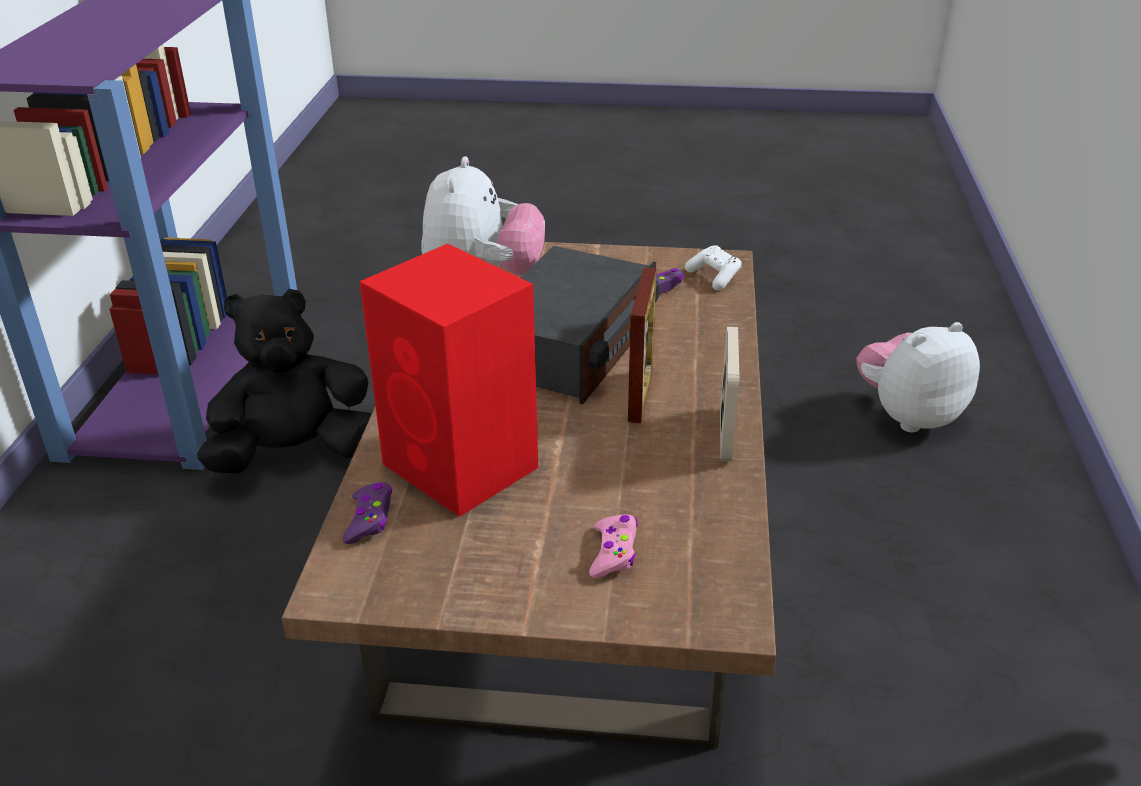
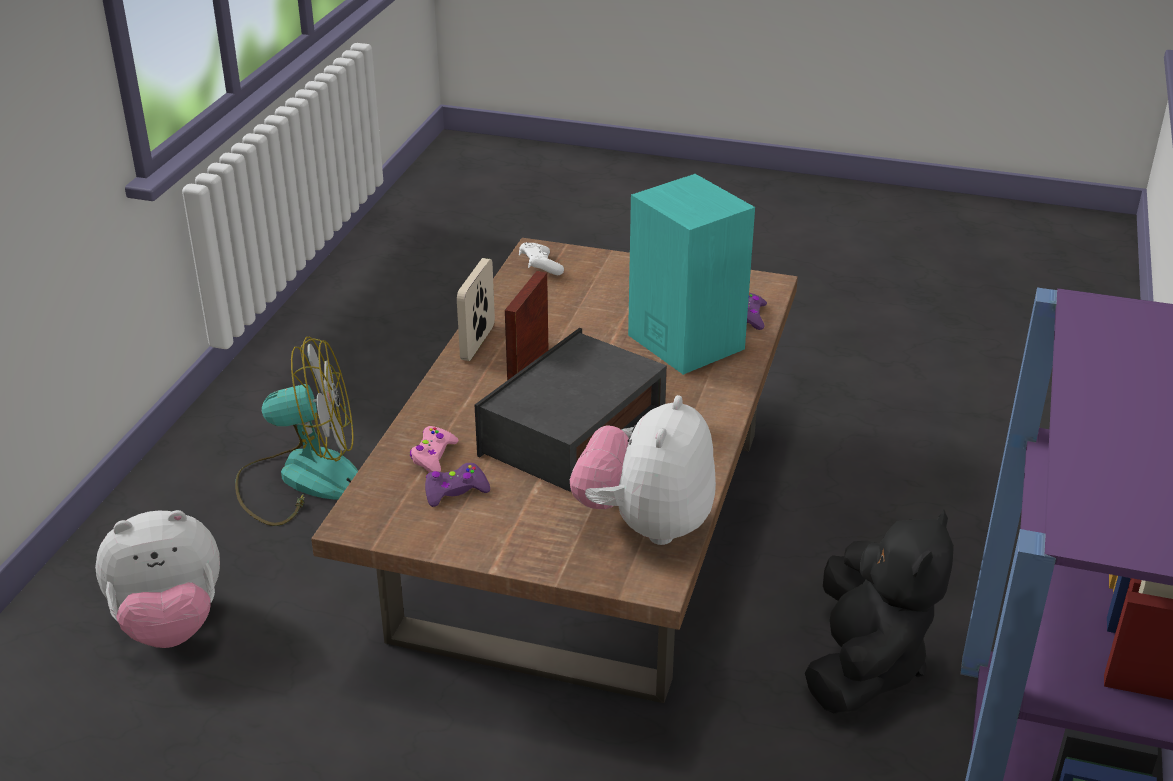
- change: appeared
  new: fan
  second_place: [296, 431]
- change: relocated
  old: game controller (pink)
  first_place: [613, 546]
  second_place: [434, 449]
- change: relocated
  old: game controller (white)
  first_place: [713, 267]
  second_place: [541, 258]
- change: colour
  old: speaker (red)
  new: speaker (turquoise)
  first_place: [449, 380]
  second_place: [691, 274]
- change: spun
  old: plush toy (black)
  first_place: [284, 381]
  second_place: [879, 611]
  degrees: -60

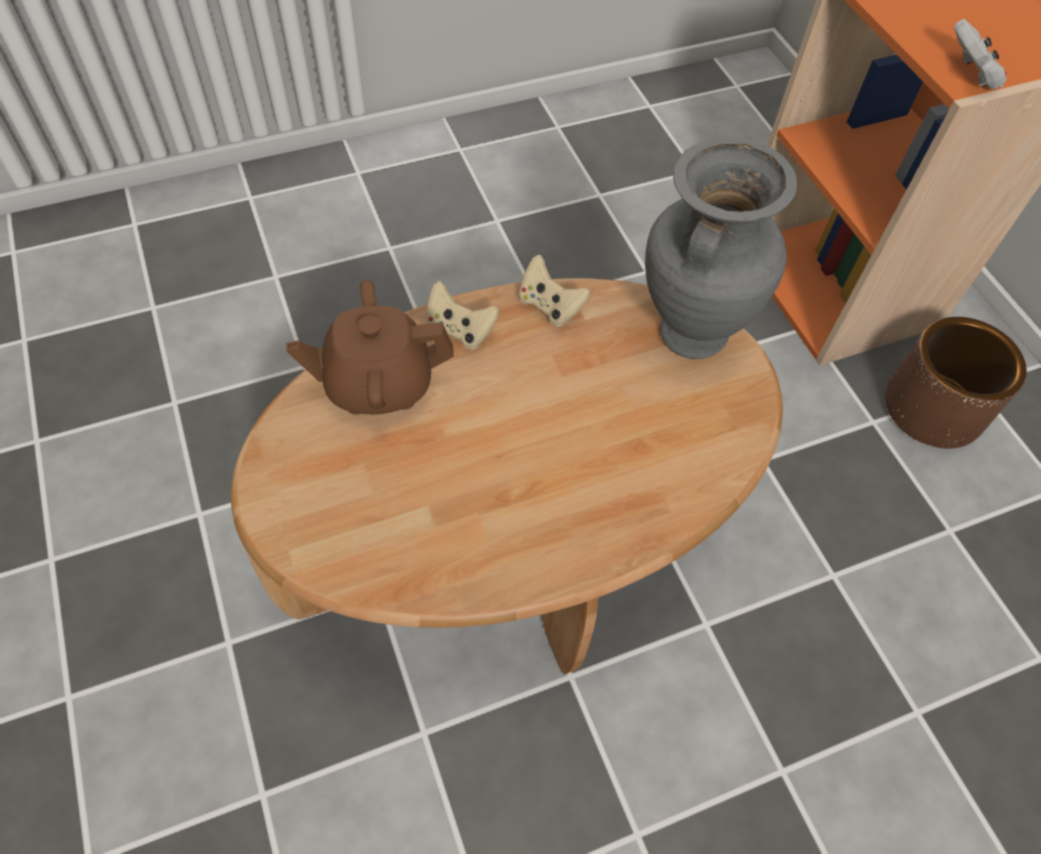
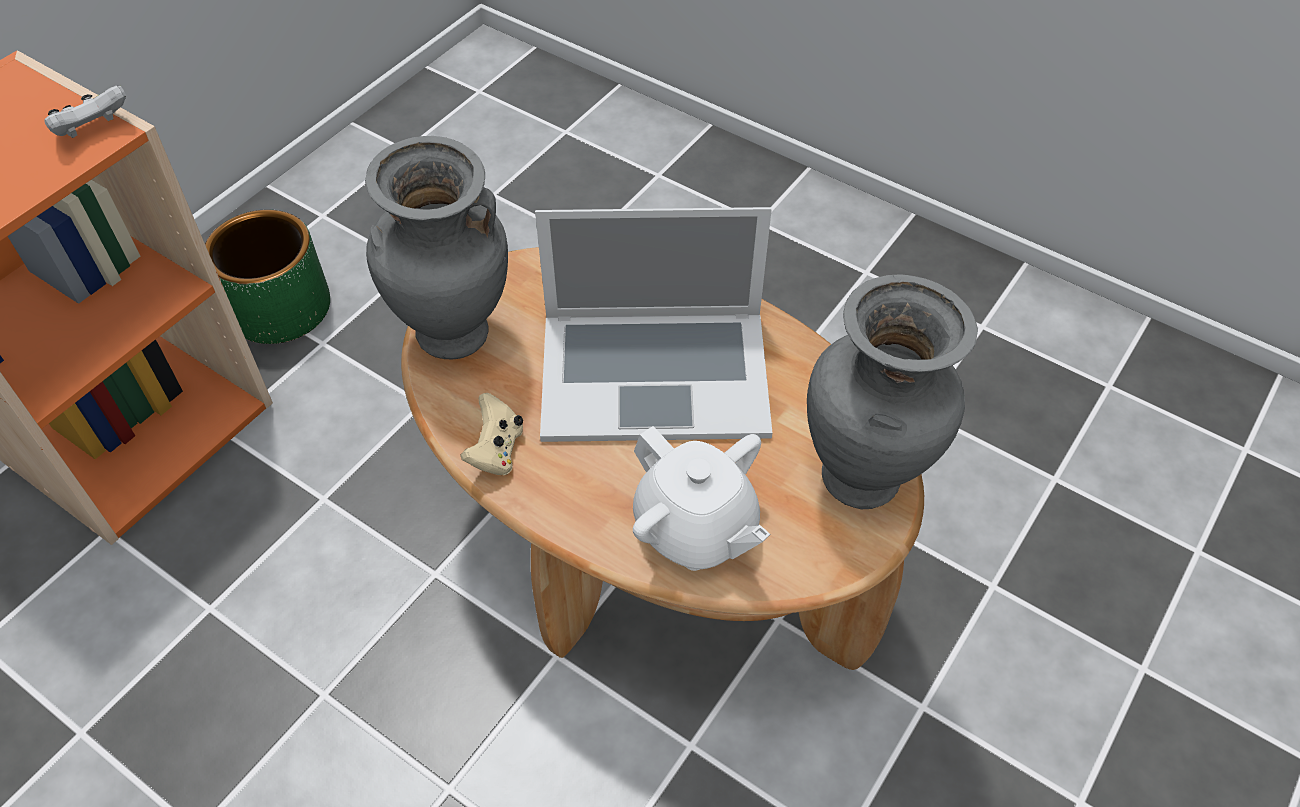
- change: missing
  old: game controller (beige)
  first_place: [463, 315]
- change: appeared
  new: laptop
  second_place: [653, 324]
- change: appeared
  new: vase (grey)
  second_place: [892, 391]
- change: colour
  old: teapot (brown)
  new: teapot (white)
  first_place: [370, 347]
  second_place: [701, 498]
- change: colour
  old: planter (brown)
  new: planter (green)
  first_place: [956, 383]
  second_place: [267, 276]

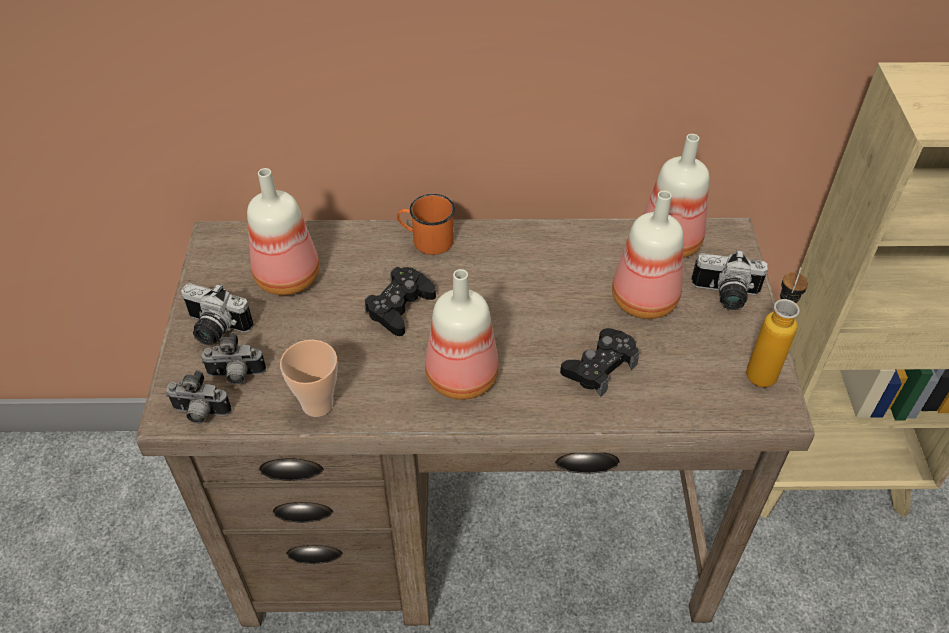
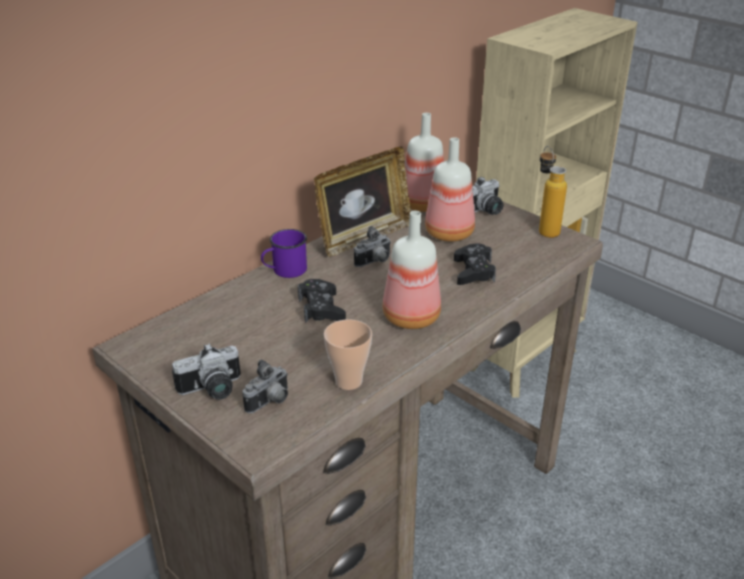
- change: missing
  old: bottle
  first_place: [283, 231]
- change: appeared
  new: picture frame
  second_place: [362, 202]
- change: relocated
  old: photo camera
  first_place: [199, 396]
  second_place: [372, 246]
- change: colour
  old: mug (orange)
  new: mug (purple)
  first_place: [426, 224]
  second_place: [284, 253]

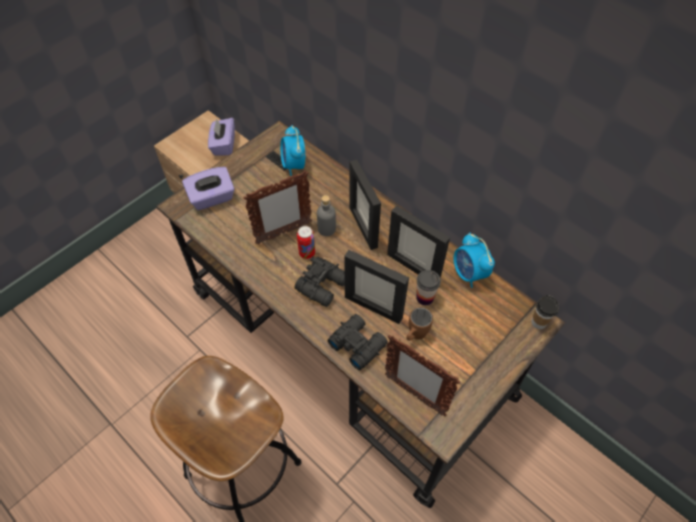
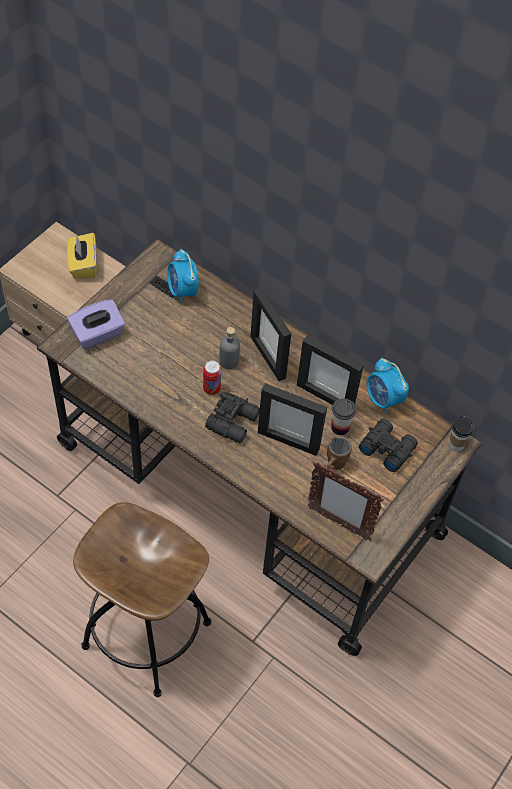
- change: missing
  old: picture frame
  first_place: [277, 207]
- change: relocated
  old: binoculars (black)
  first_place: [357, 342]
  second_place: [388, 445]
- change: colour
  old: tissue box (purple)
  new: tissue box (yellow)
  first_place: [221, 136]
  second_place: [82, 256]

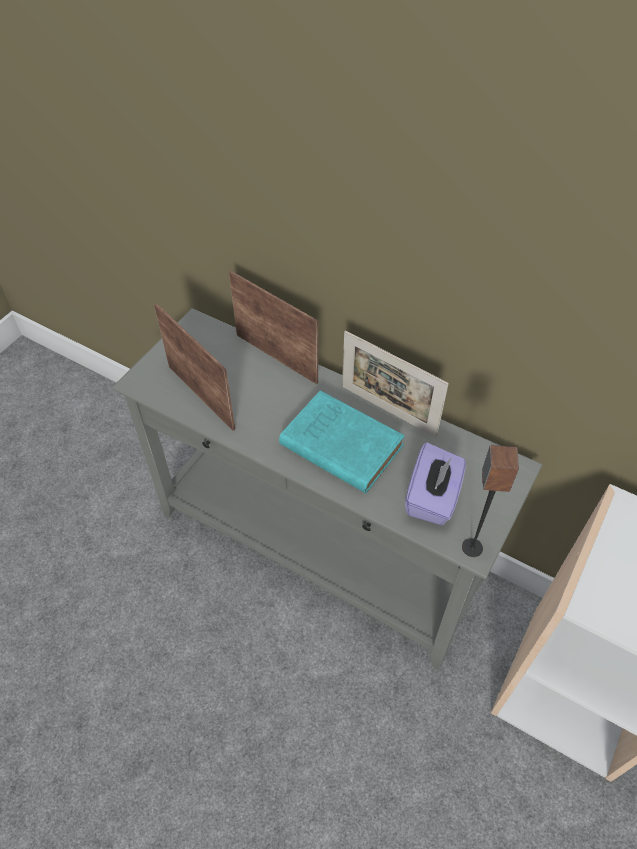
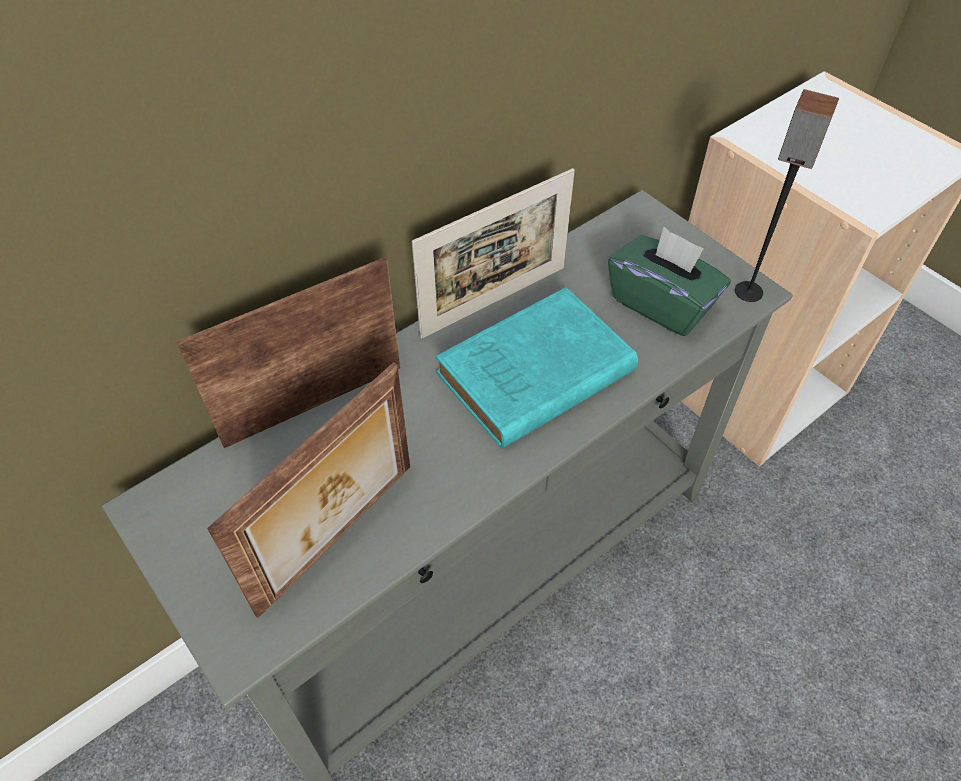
- change: colour
  old: tissue box (purple)
  new: tissue box (green)
  first_place: [435, 483]
  second_place: [669, 281]
- change: spun
  old: picture frame
  first_place: [194, 367]
  second_place: [308, 490]
  degrees: 150

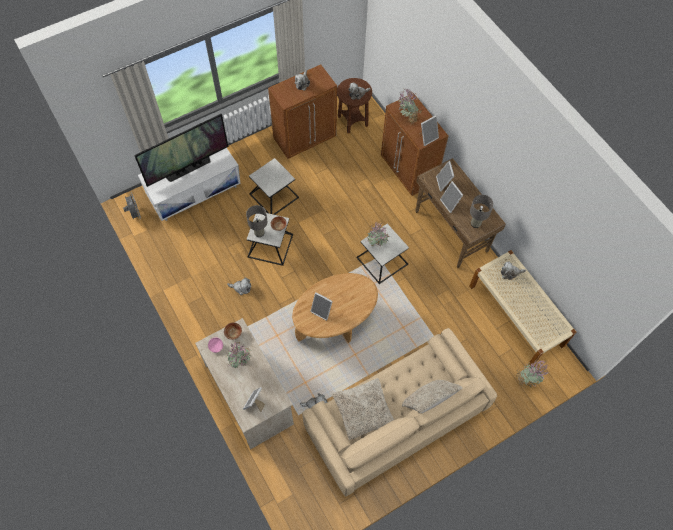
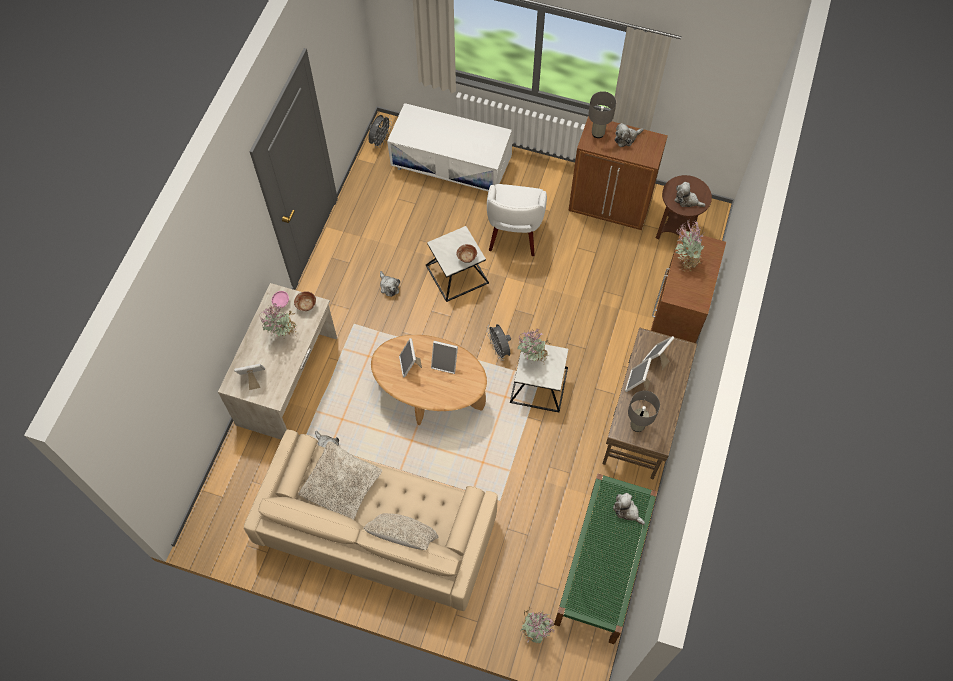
- change: missing
  old: television
  first_place: [181, 150]
- change: appeared
  new: fan (grey)
  second_place: [499, 342]
- change: relocated
  old: table lamp (grey)
  first_place: [256, 221]
  second_place: [602, 114]
- change: relocated
  old: picture frame
  first_place: [429, 130]
  second_place: [444, 357]
- change: exchanged
  old: side table
  new: armchair (white)
  first_place: [274, 186]
  second_place: [517, 220]
- change: colour
  old: bench (beige)
  new: bench (green)
  first_place: [522, 307]
  second_place: [605, 558]

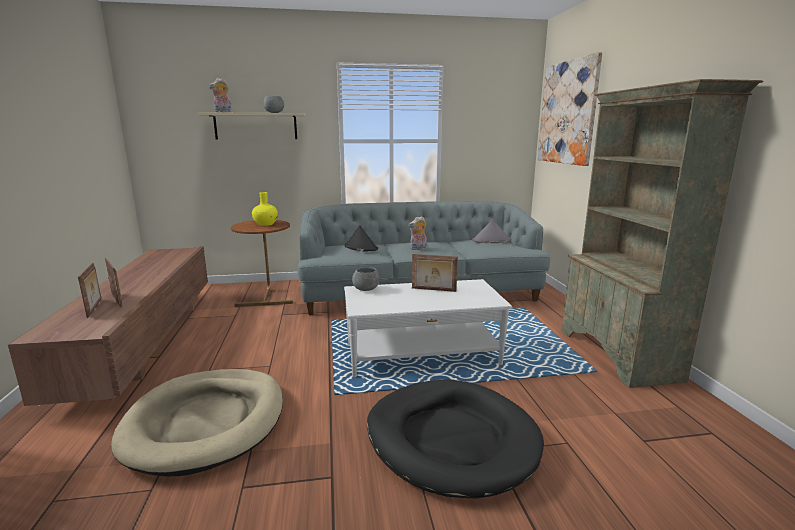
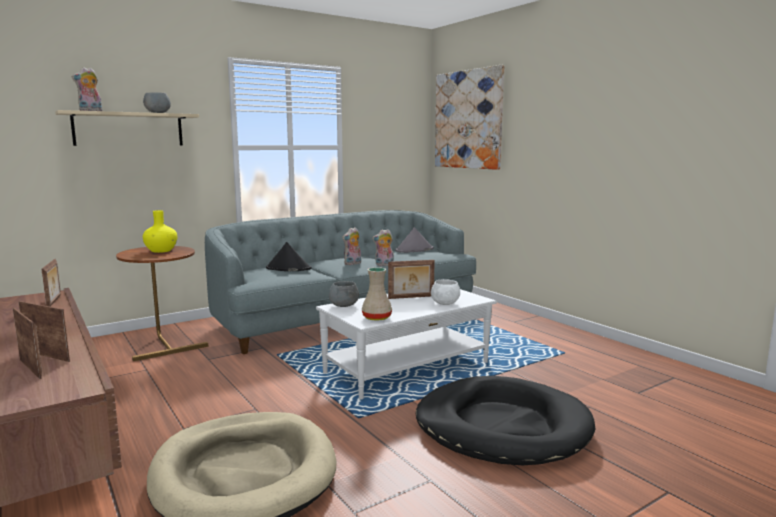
- change: missing
  old: bookcase (green)
  first_place: [662, 233]
- change: appeared
  new: picture frame
  second_place: [51, 283]
- change: appeared
  new: vase (beige)
  second_place: [377, 293]
- change: appeared
  new: plush toy
  second_place: [383, 247]
- change: appeared
  new: bowl (white)
  second_place: [445, 292]

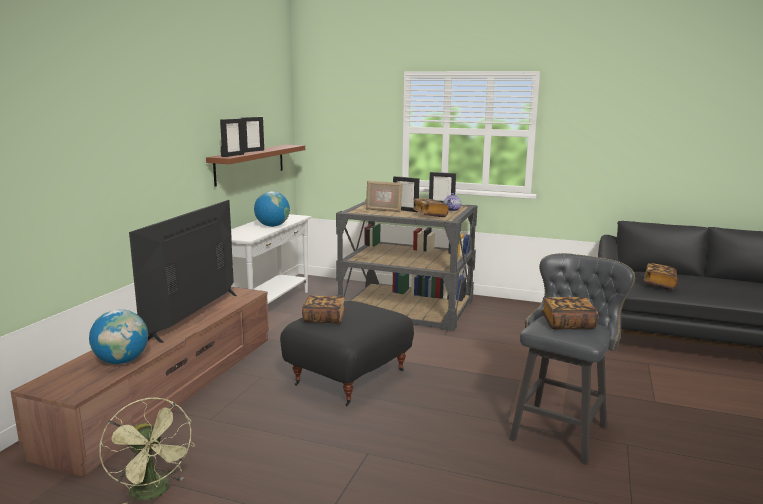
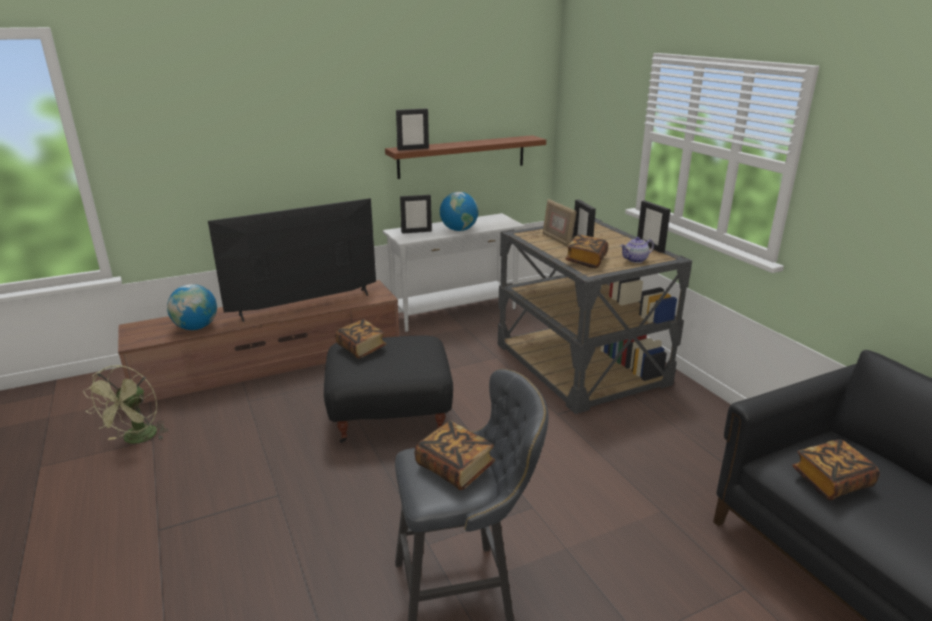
- change: relocated
  old: picture frame
  first_place: [252, 134]
  second_place: [416, 214]

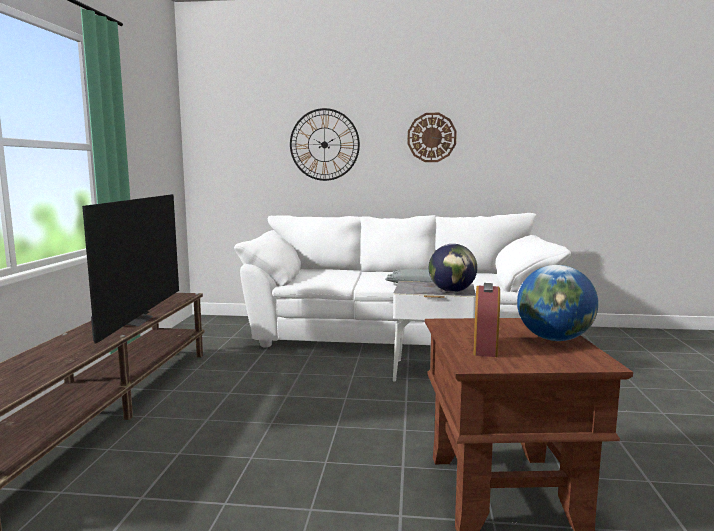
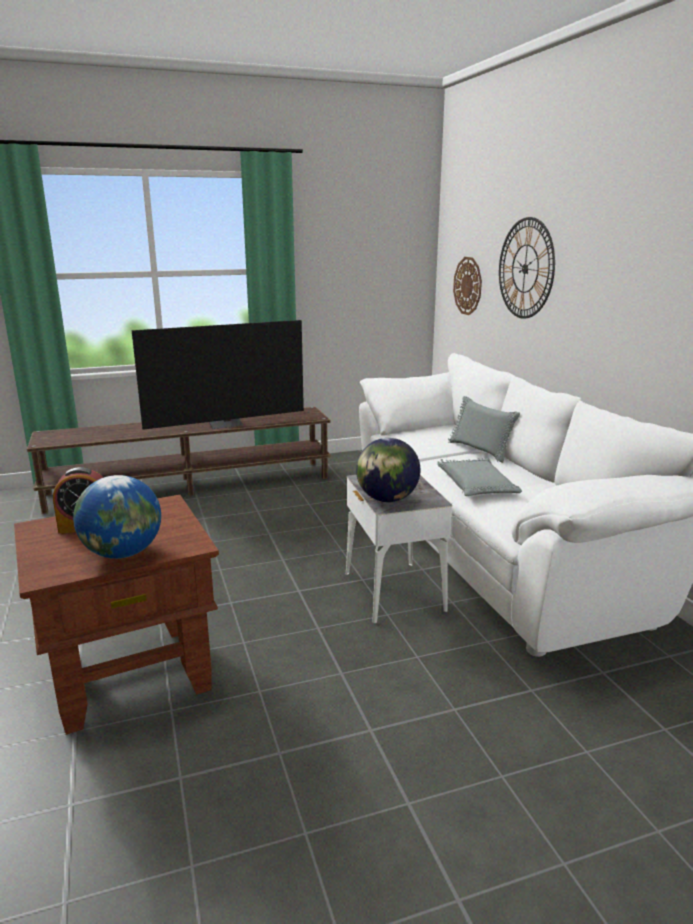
- change: appeared
  new: pillow (grey)
  second_place: [484, 429]
- change: relocated
  old: wall clock
  first_place: [432, 137]
  second_place: [467, 286]

